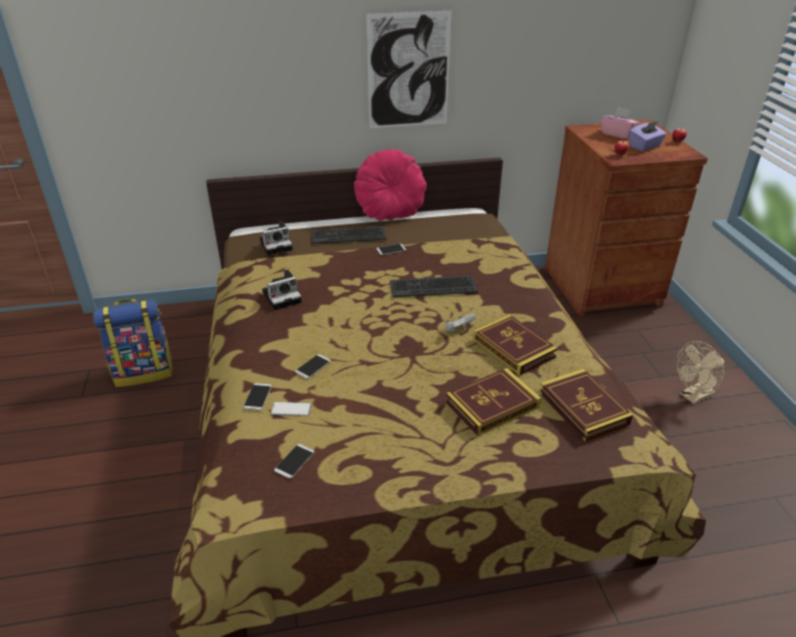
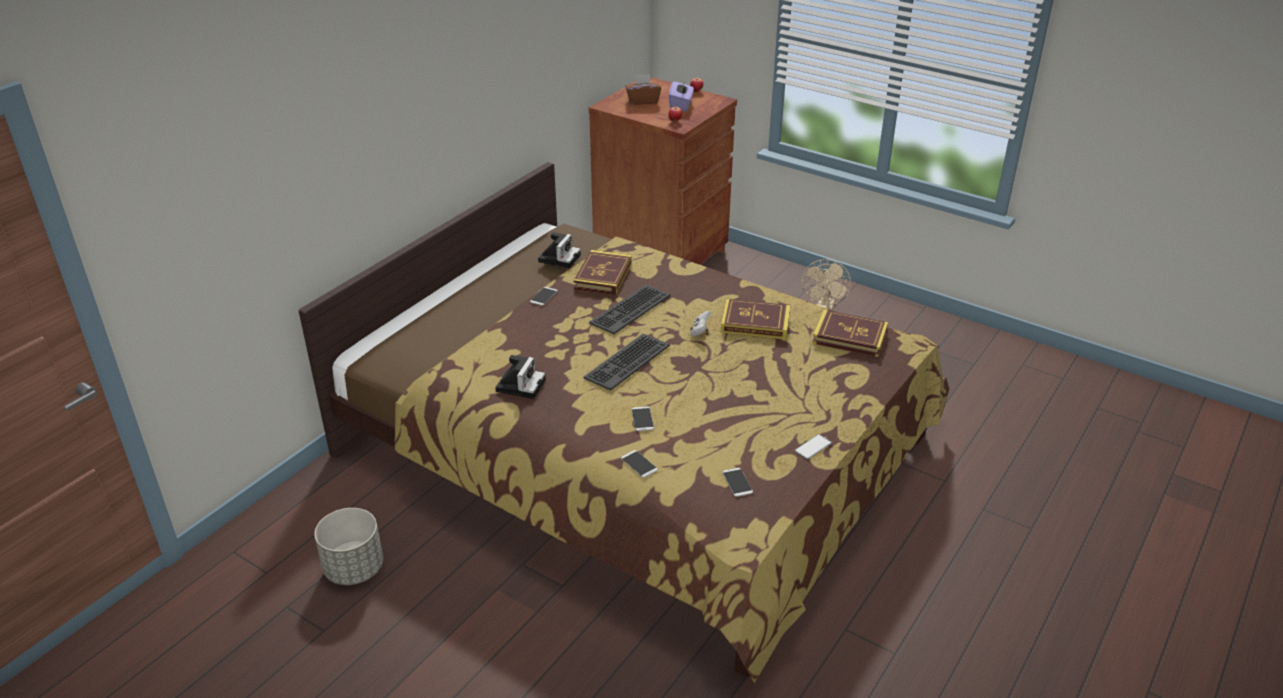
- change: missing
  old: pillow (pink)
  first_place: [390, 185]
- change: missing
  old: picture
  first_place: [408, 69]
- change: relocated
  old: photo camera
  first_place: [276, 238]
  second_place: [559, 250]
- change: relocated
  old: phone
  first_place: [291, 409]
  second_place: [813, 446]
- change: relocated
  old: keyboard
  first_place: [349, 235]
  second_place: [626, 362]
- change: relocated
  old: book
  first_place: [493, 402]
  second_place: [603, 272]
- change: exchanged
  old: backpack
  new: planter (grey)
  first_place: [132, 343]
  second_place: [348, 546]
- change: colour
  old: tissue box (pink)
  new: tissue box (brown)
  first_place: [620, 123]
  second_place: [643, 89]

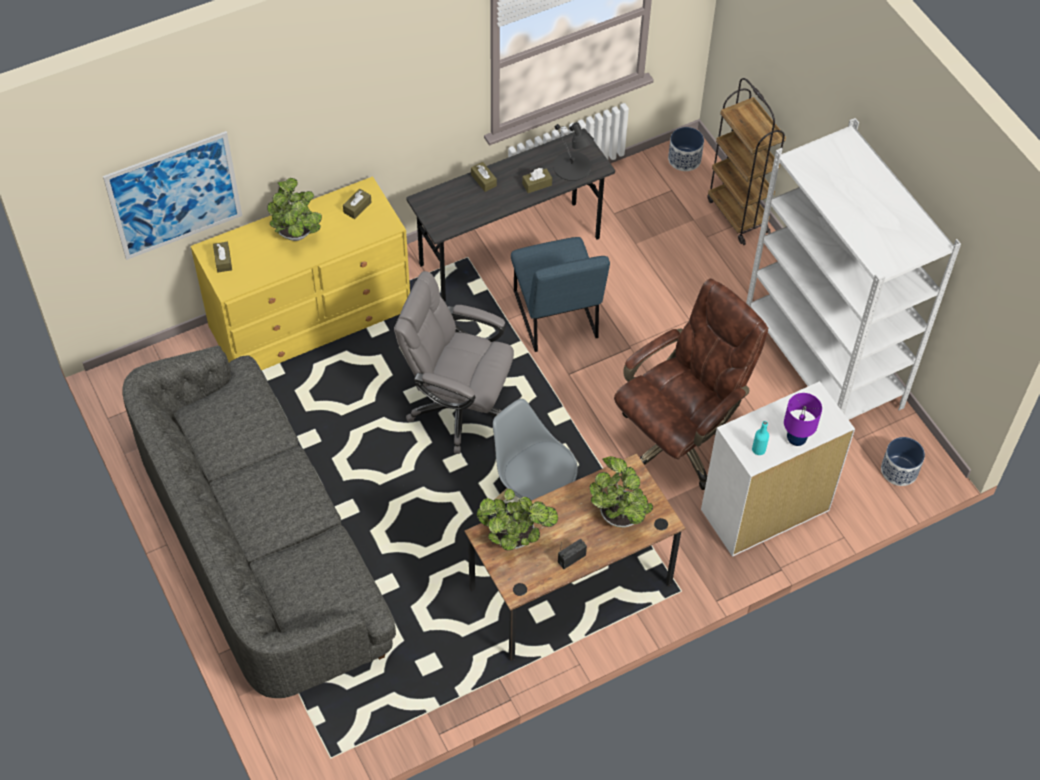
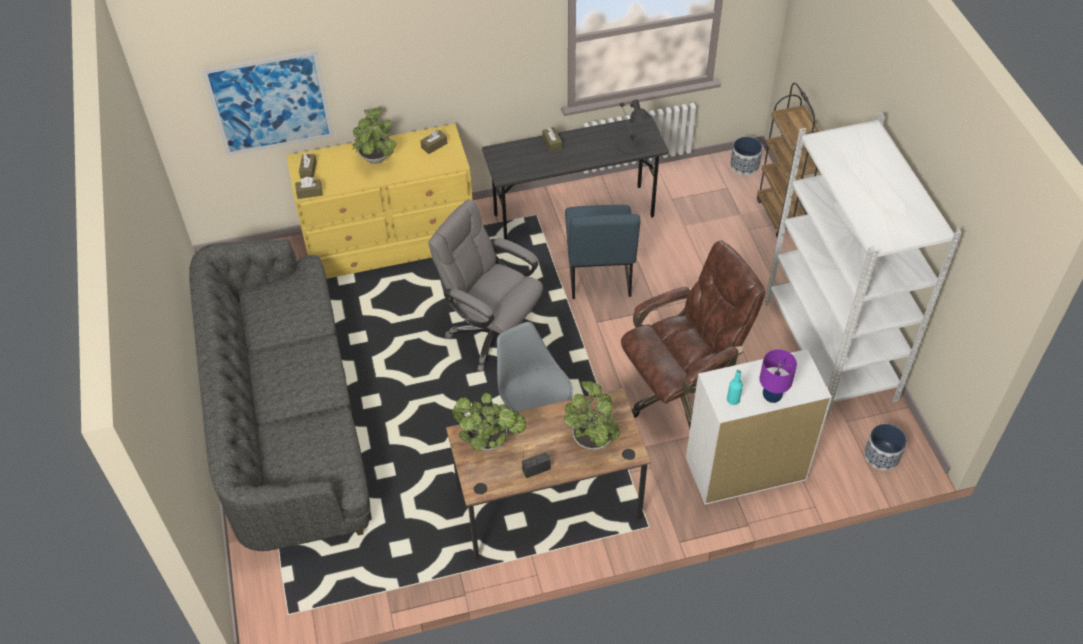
- change: relocated
  old: tissue box (brown)
  first_place: [537, 180]
  second_place: [308, 188]

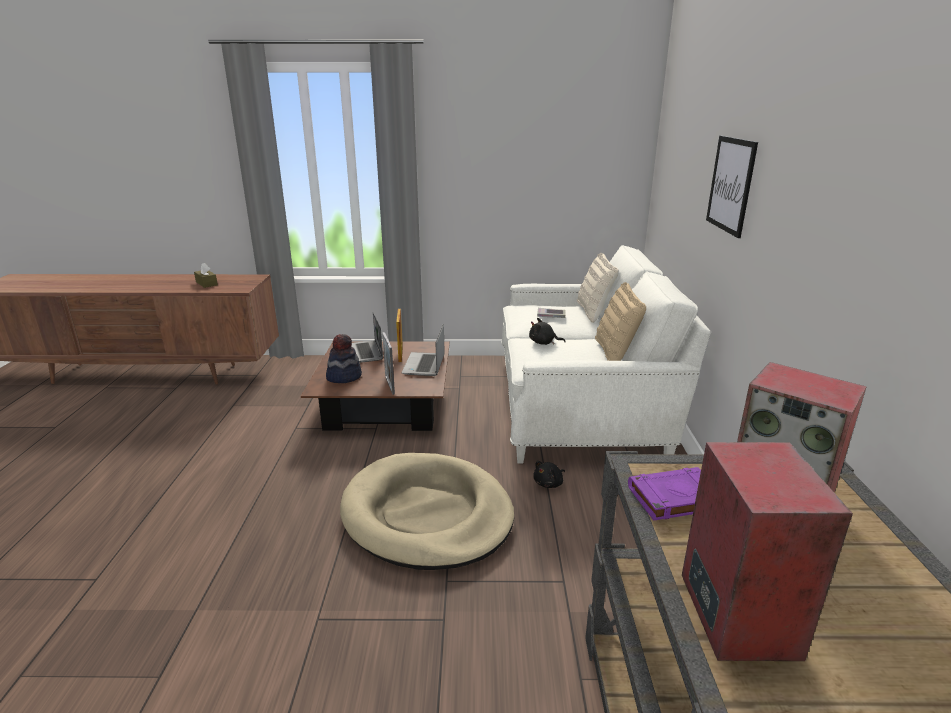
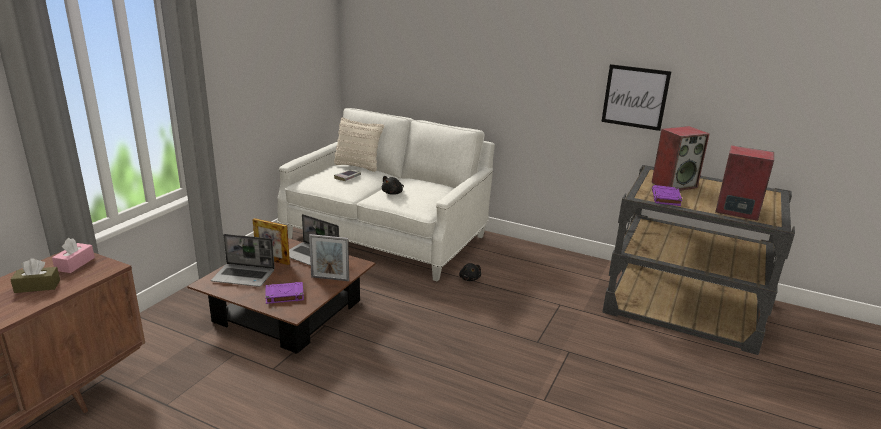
- change: missing
  old: dog bed (beige)
  first_place: [427, 511]
- change: missing
  old: pillow (beige)
  first_place: [620, 321]
- change: appeared
  new: tissue box (pink)
  second_place: [73, 255]
- change: relocated
  old: picture
  first_place: [732, 187]
  second_place: [636, 97]
- change: exchanged
  old: hat
  new: book (purple)
  first_place: [344, 358]
  second_place: [284, 293]

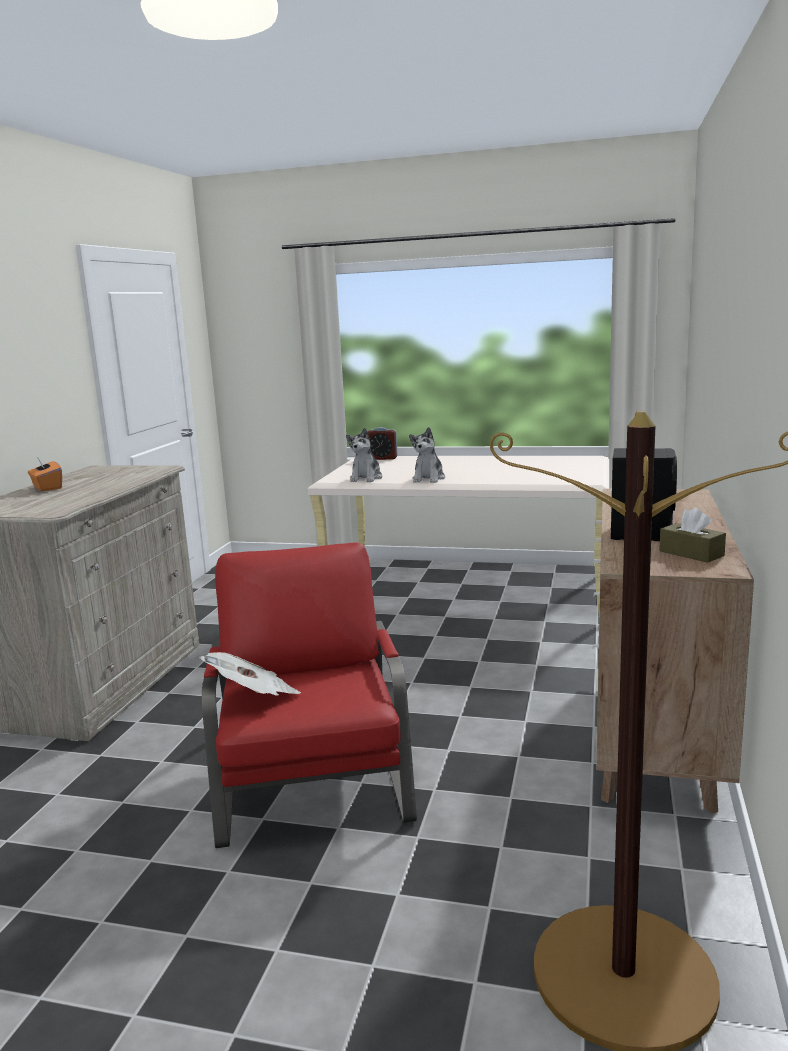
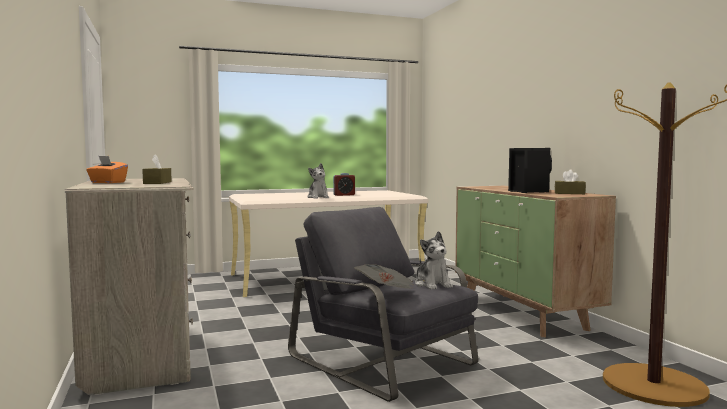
- change: appeared
  new: tissue box (brown)
  second_place: [157, 169]
- change: relocated
  old: plush toy
  first_place: [364, 455]
  second_place: [434, 260]
- change: relocated
  old: alarm clock
  first_place: [382, 443]
  second_place: [344, 184]
- change: colour
  old: armchair (red)
  new: armchair (grey)
  first_place: [309, 695]
  second_place: [383, 304]

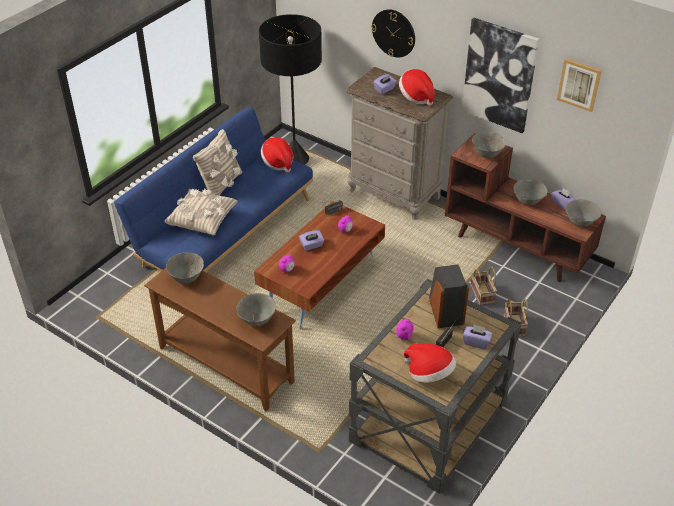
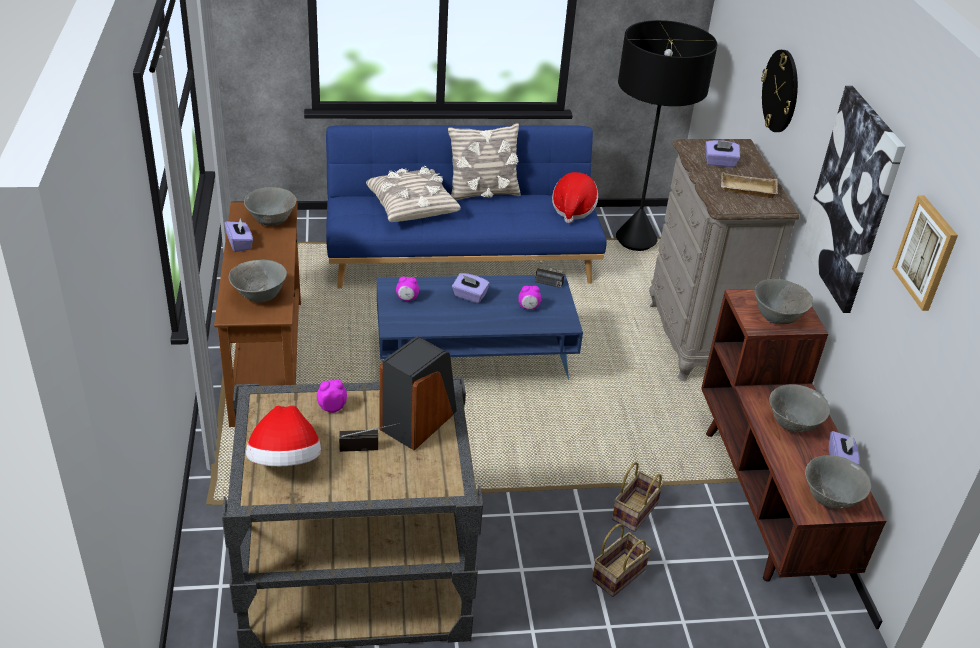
- change: relocated
  old: tissue box (purple)
  first_place: [477, 337]
  second_place: [239, 234]
- change: exchanged
  old: hat
  new: tray (beige)
  first_place: [417, 87]
  second_place: [749, 185]
- change: colour
  old: coffee table (brown)
  new: coffee table (blue)
  first_place: [319, 265]
  second_place: [480, 327]

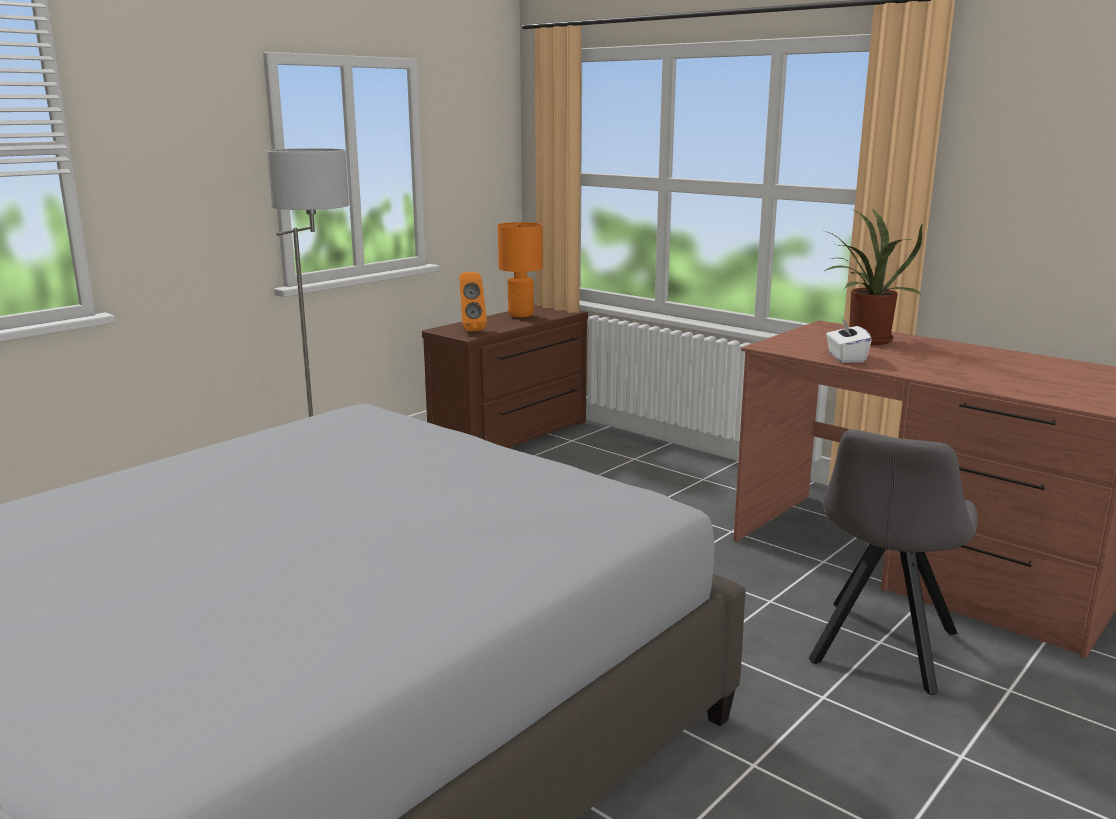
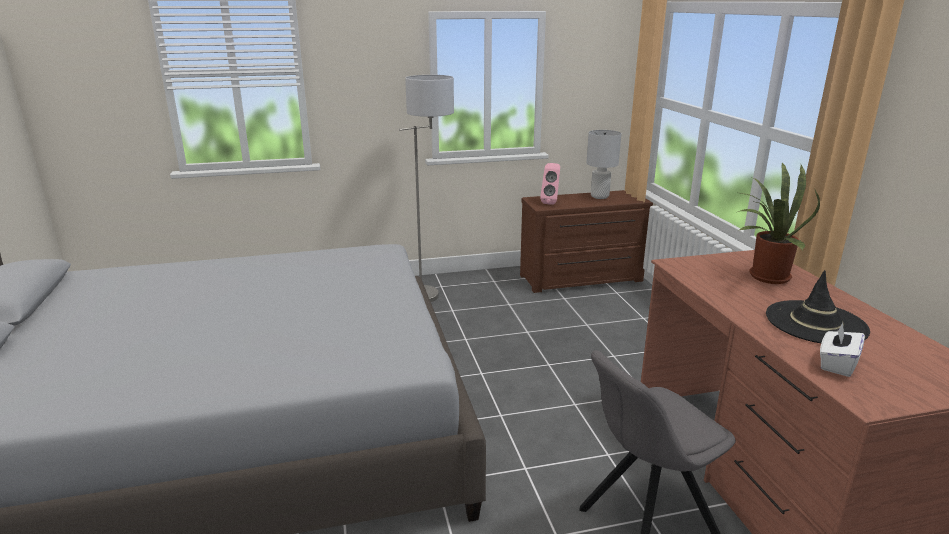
- change: appeared
  new: hat (black)
  second_place: [818, 306]
- change: relocated
  old: tissue box (white)
  first_place: [849, 340]
  second_place: [842, 349]
- change: colour
  old: speaker (orange)
  new: speaker (pink)
  first_place: [473, 301]
  second_place: [550, 184]
- change: colour
  old: table lamp (orange)
  new: table lamp (grey)
  first_place: [520, 270]
  second_place: [603, 164]

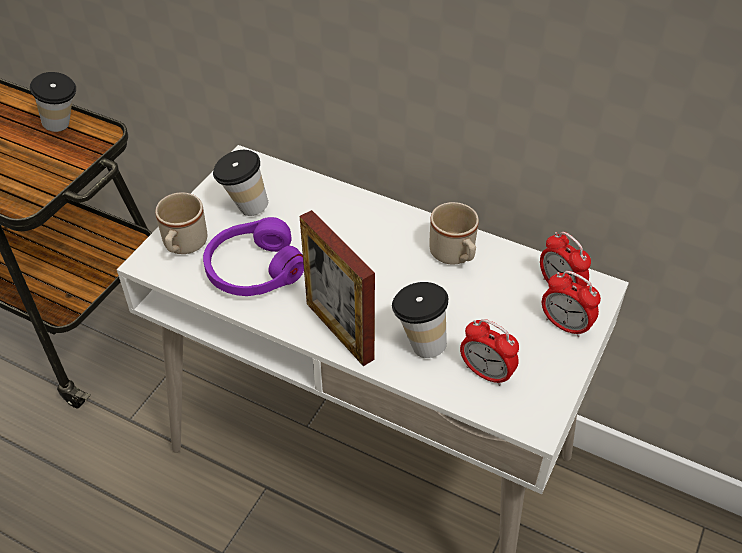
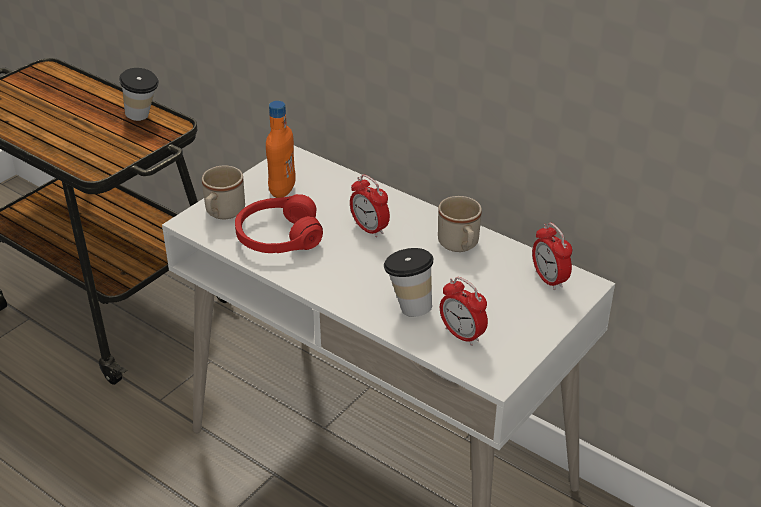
- change: missing
  old: picture frame
  first_place: [337, 288]
- change: relocated
  old: alarm clock
  first_place: [571, 304]
  second_place: [370, 206]
- change: exchanged
  old: cup
  new: bottle (orange)
  first_place: [240, 183]
  second_place: [281, 149]
- change: colour
  old: headphones (purple)
  new: headphones (red)
  first_place: [253, 256]
  second_place: [279, 223]

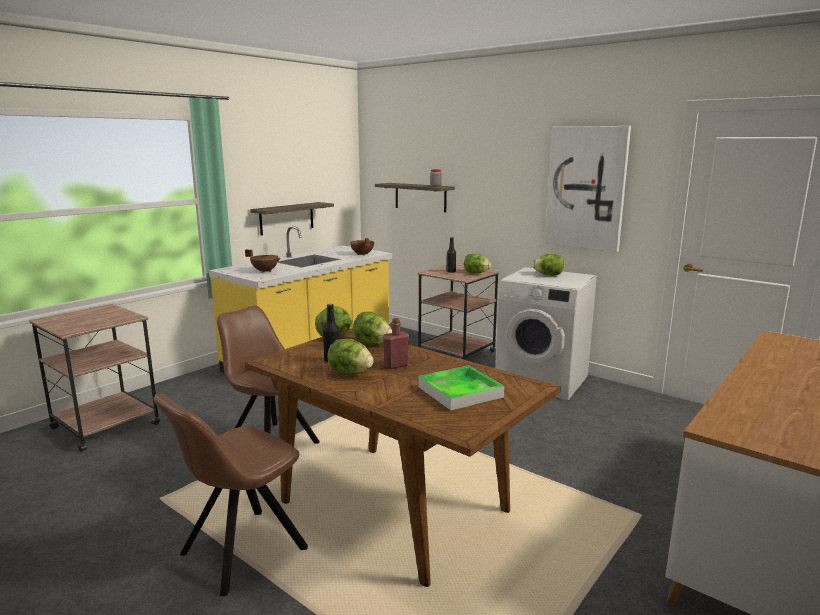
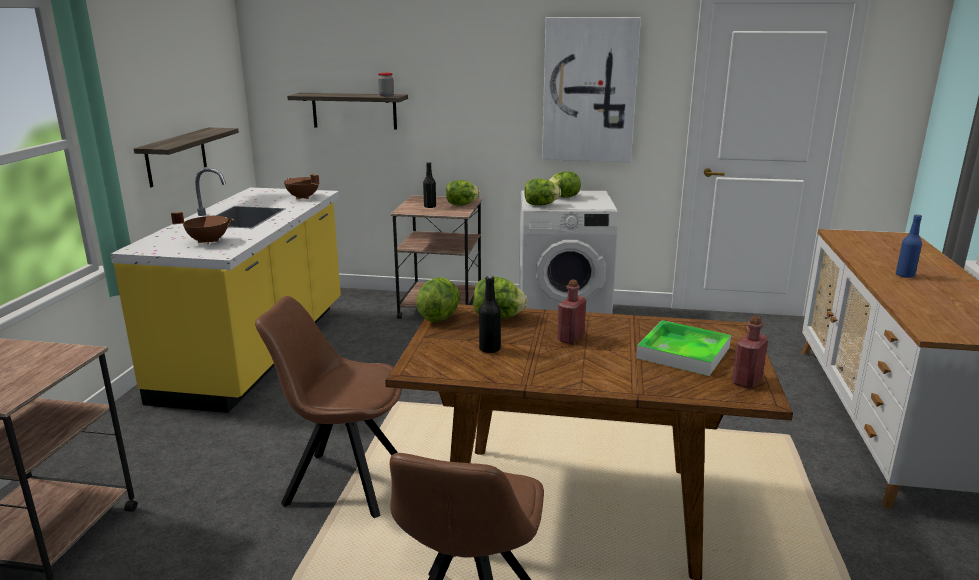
- change: appeared
  new: bottle (red)
  second_place: [750, 352]
- change: appeared
  new: bottle (blue)
  second_place: [909, 246]
- change: relocated
  old: lettuce
  first_place: [350, 356]
  second_place: [542, 192]

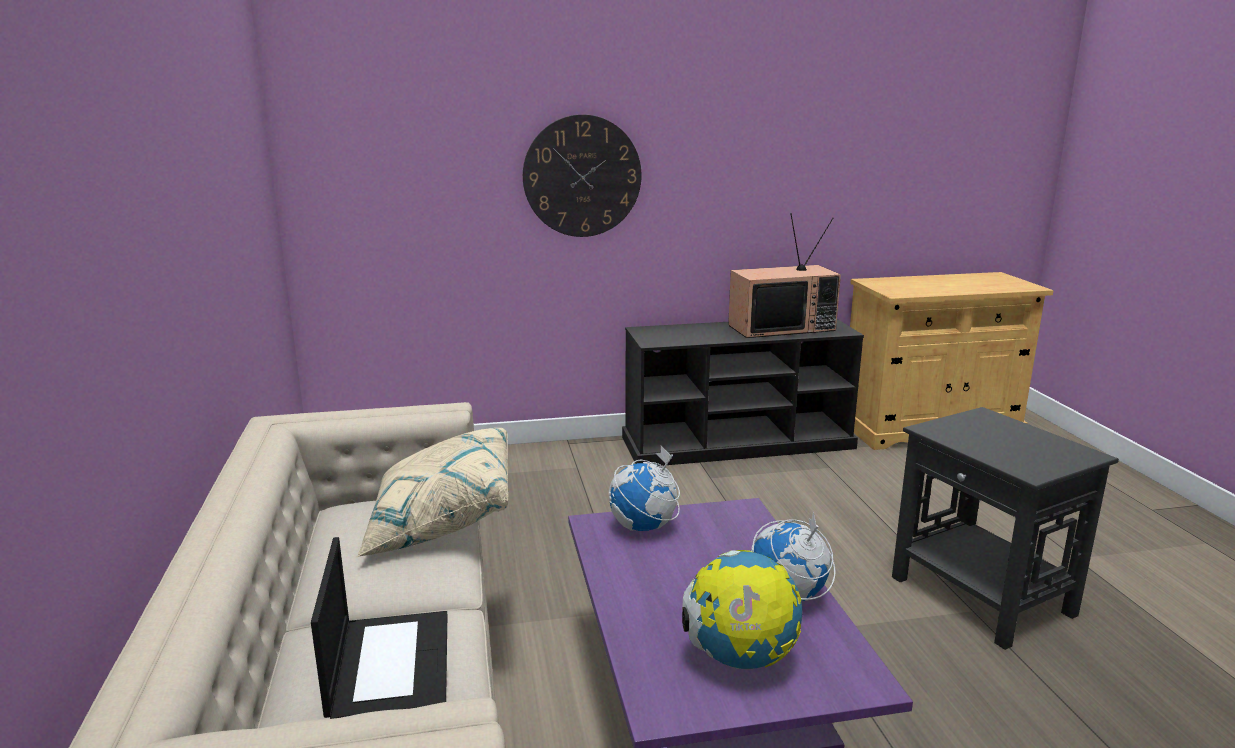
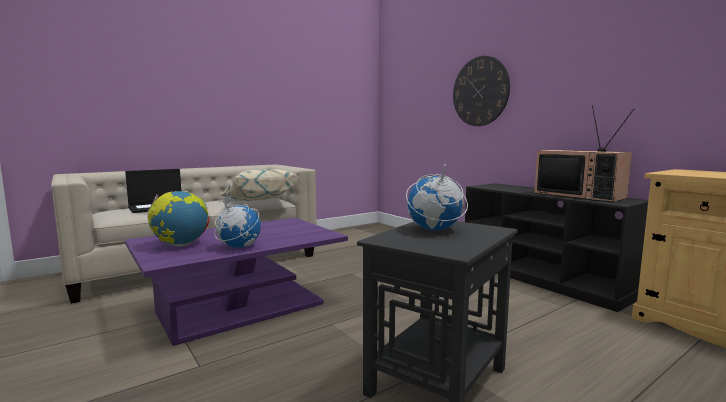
- change: relocated
  old: globe
  first_place: [644, 488]
  second_place: [437, 195]

